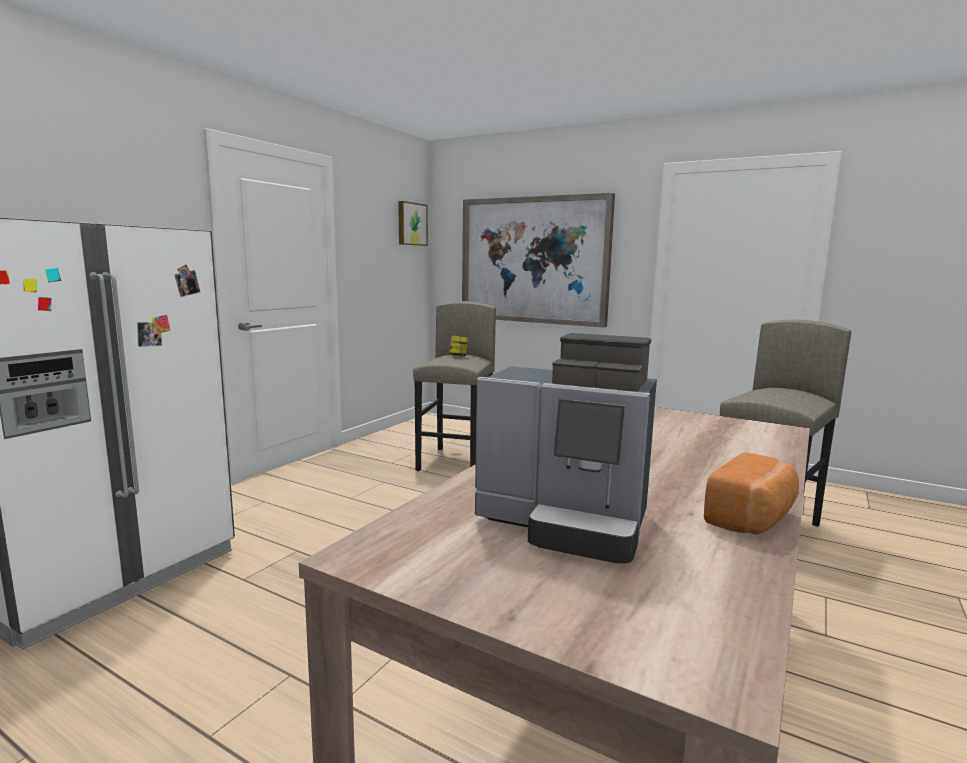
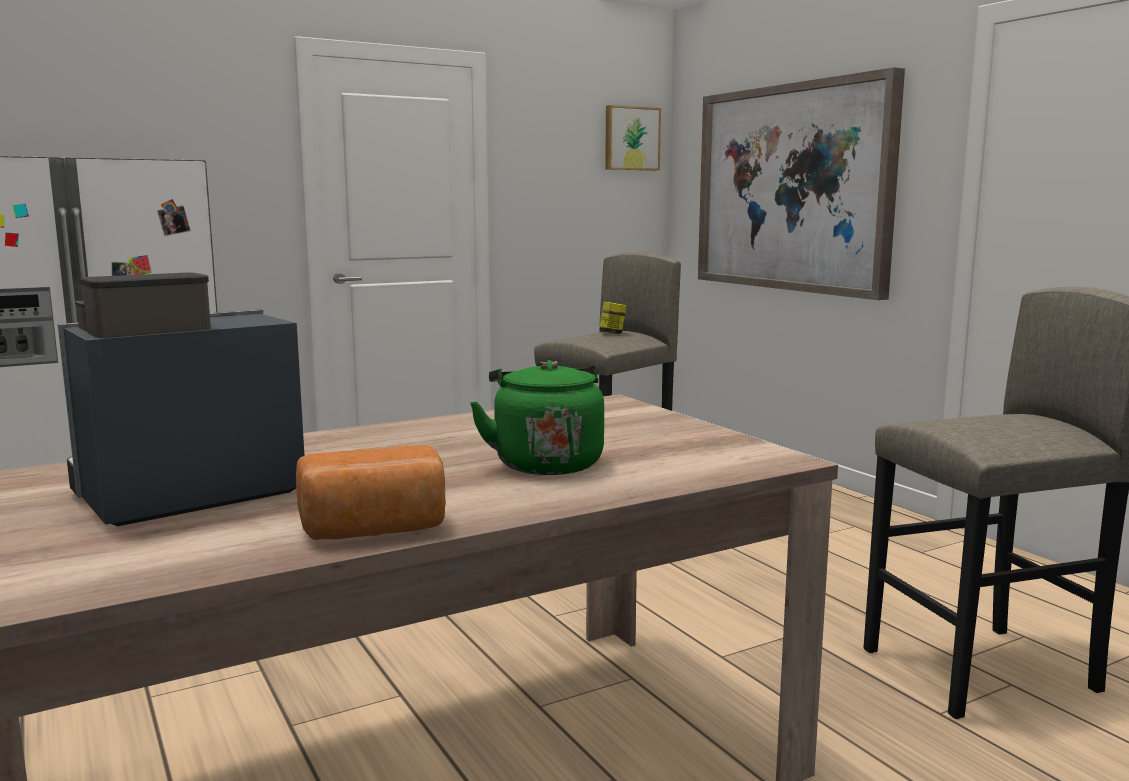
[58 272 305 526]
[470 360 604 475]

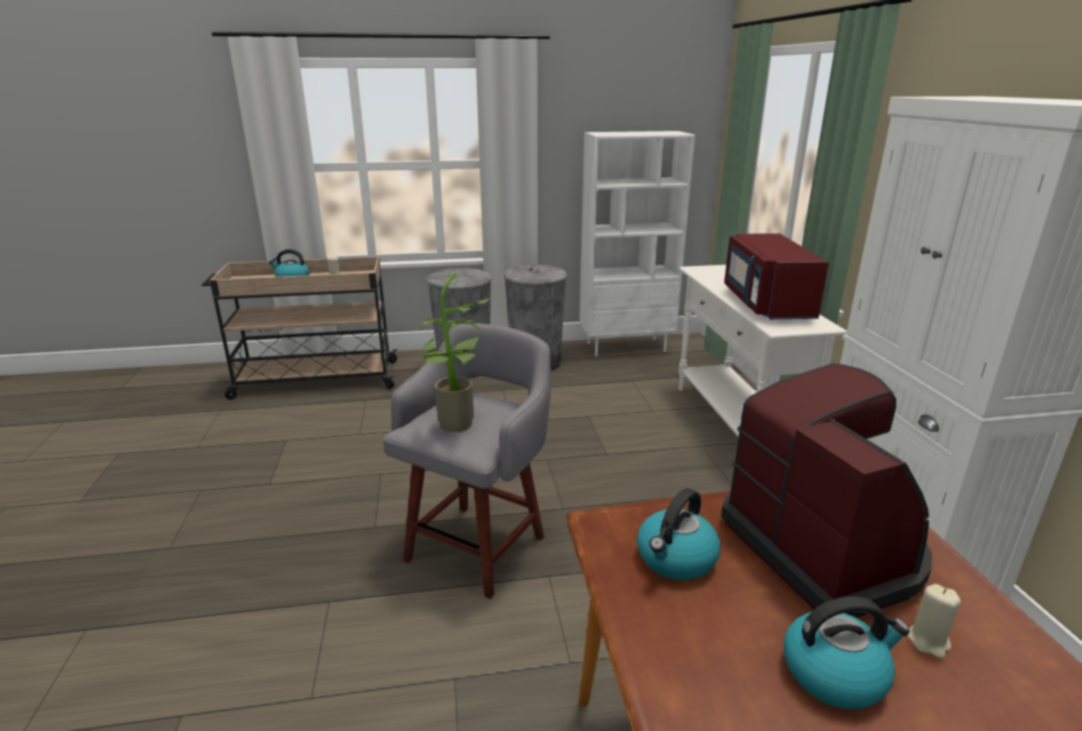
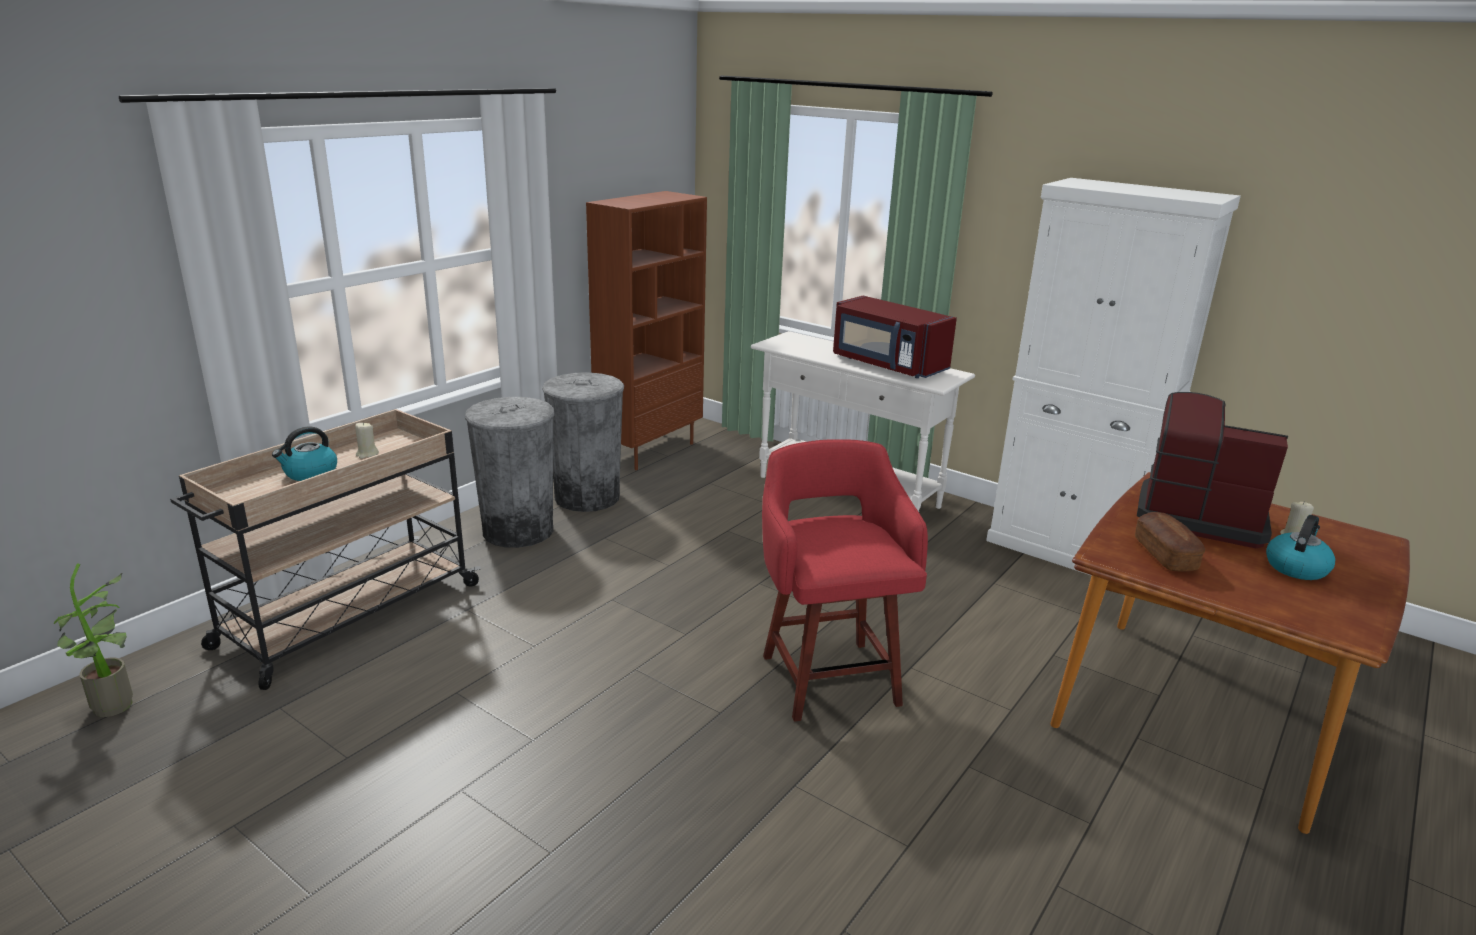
[586 191 707 470]
[54 563 133 717]
[762 439 928 722]
[1135 512 1205 571]

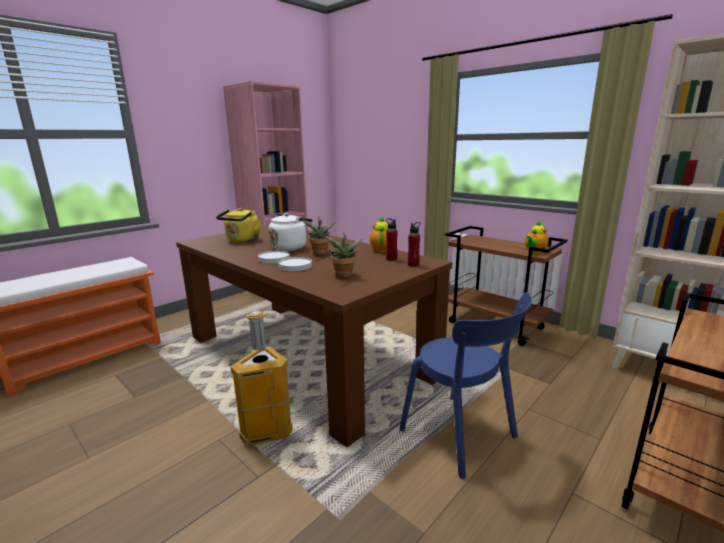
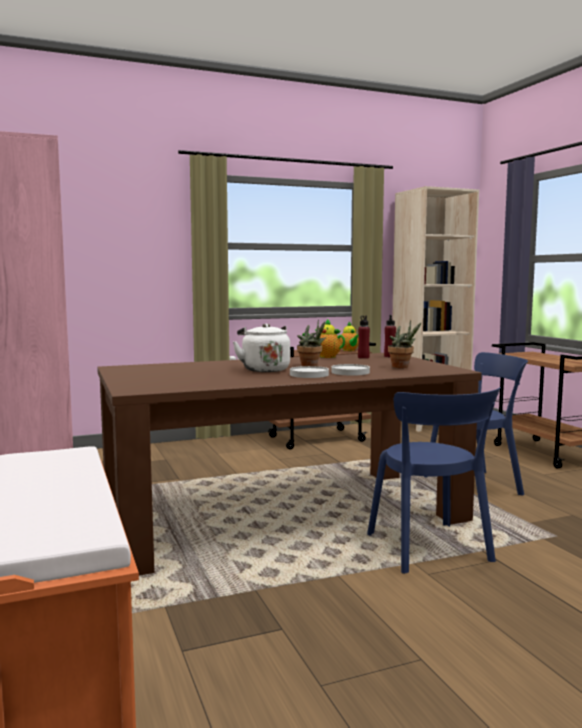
[216 208 262 243] (first image)
[367 387 501 574]

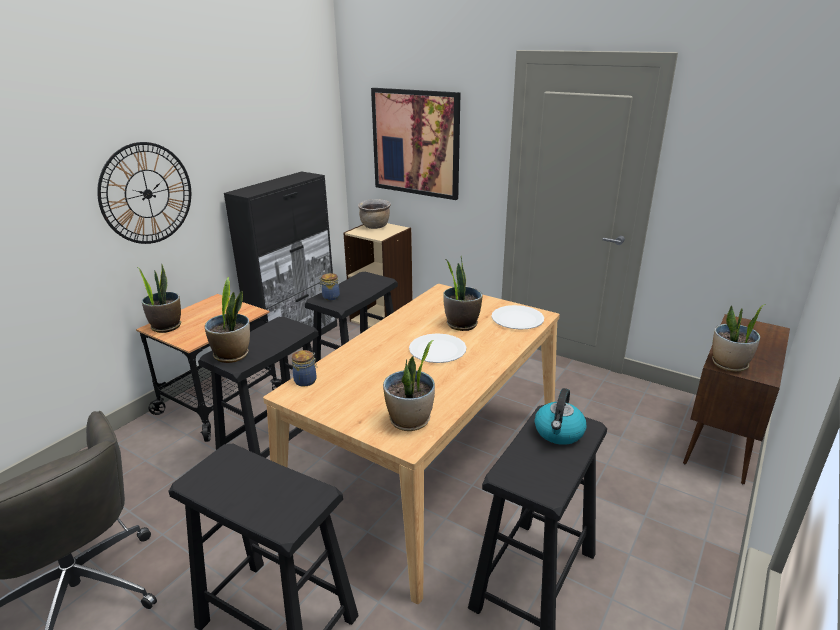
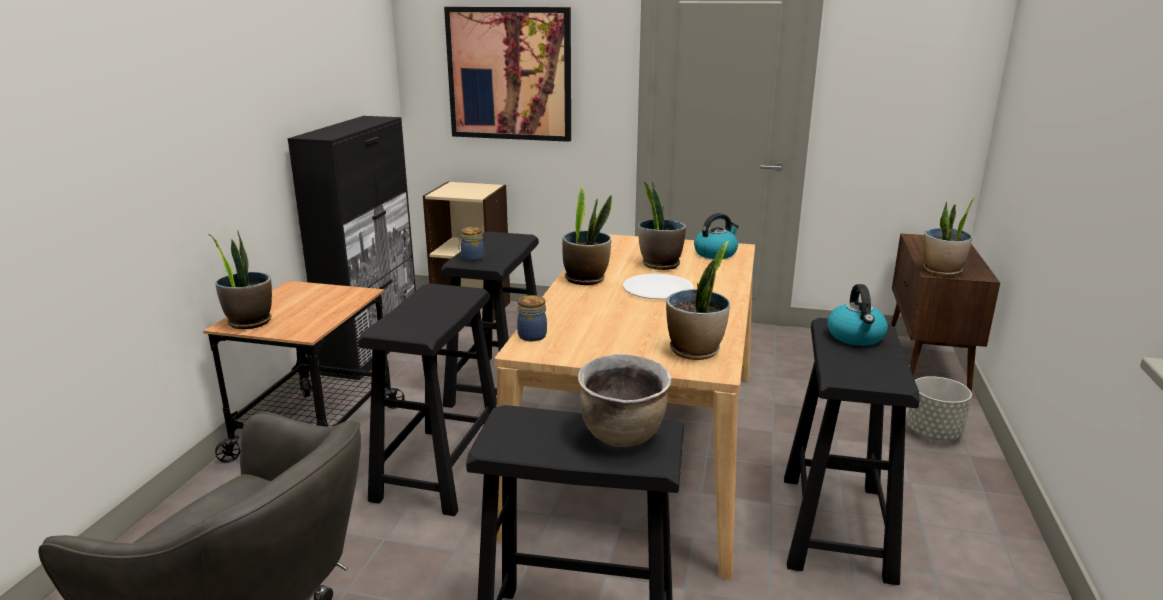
[97 142 191 244] (first image)
[578 354 671 447]
[562 185 612 285]
[694 213 739 259]
[906 376 972 441]

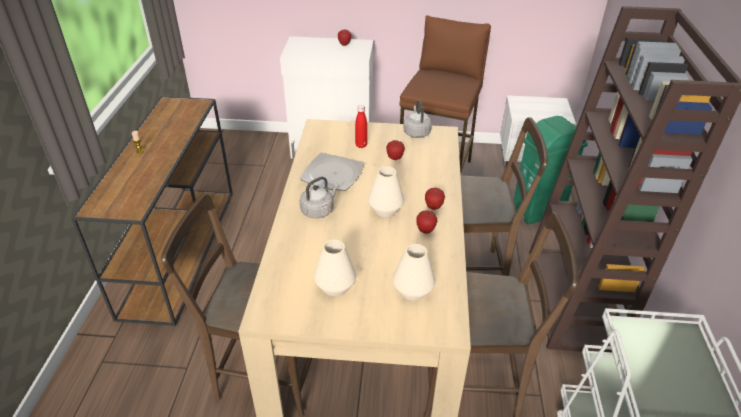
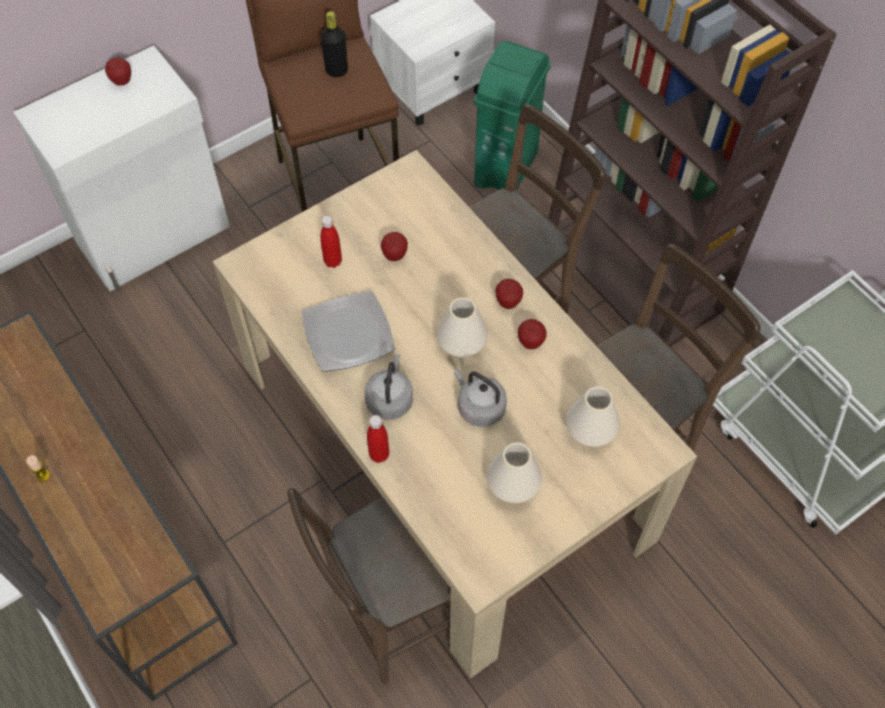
[454 369 507 427]
[321 11 348 77]
[367 415 389 463]

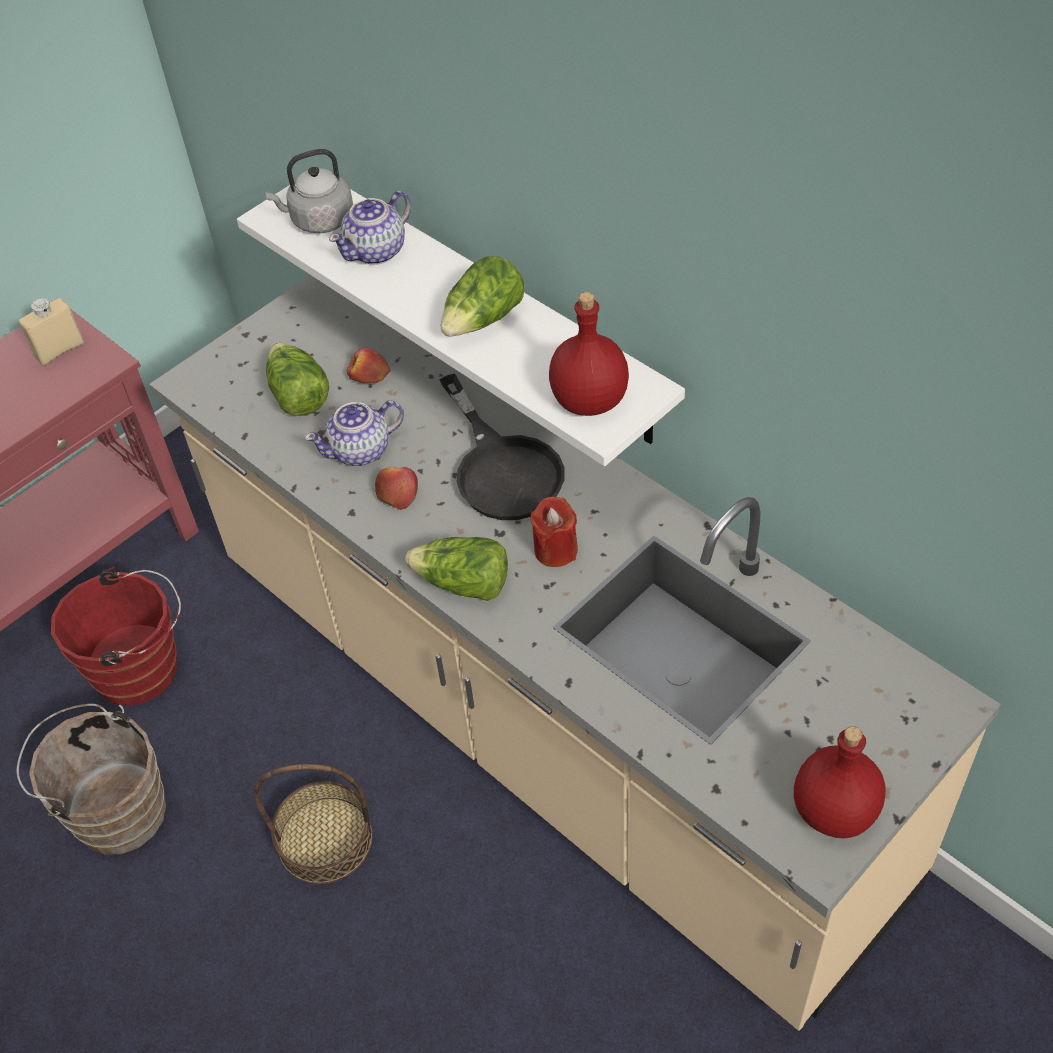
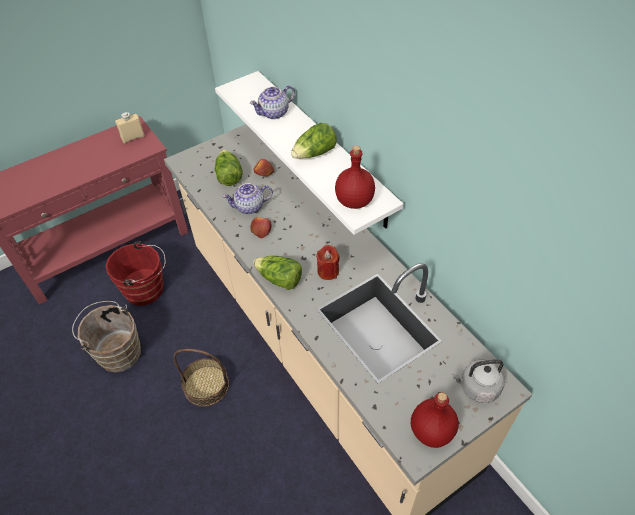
[452 359 505 403]
[439 374 565 520] (first image)

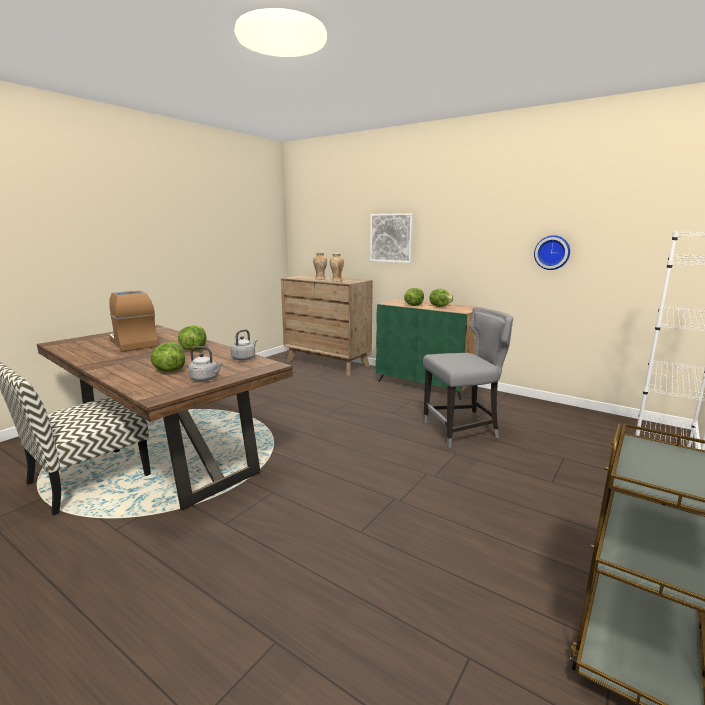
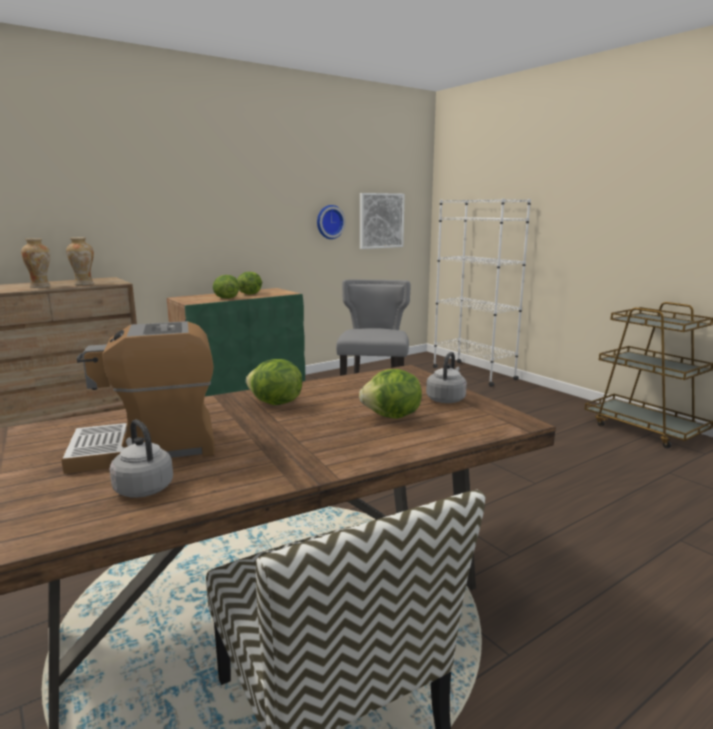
[360 193 404 249]
[109 419 173 498]

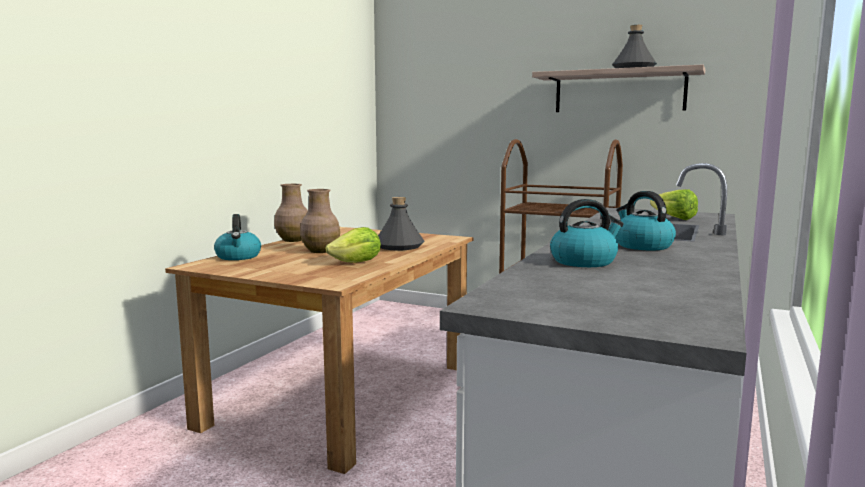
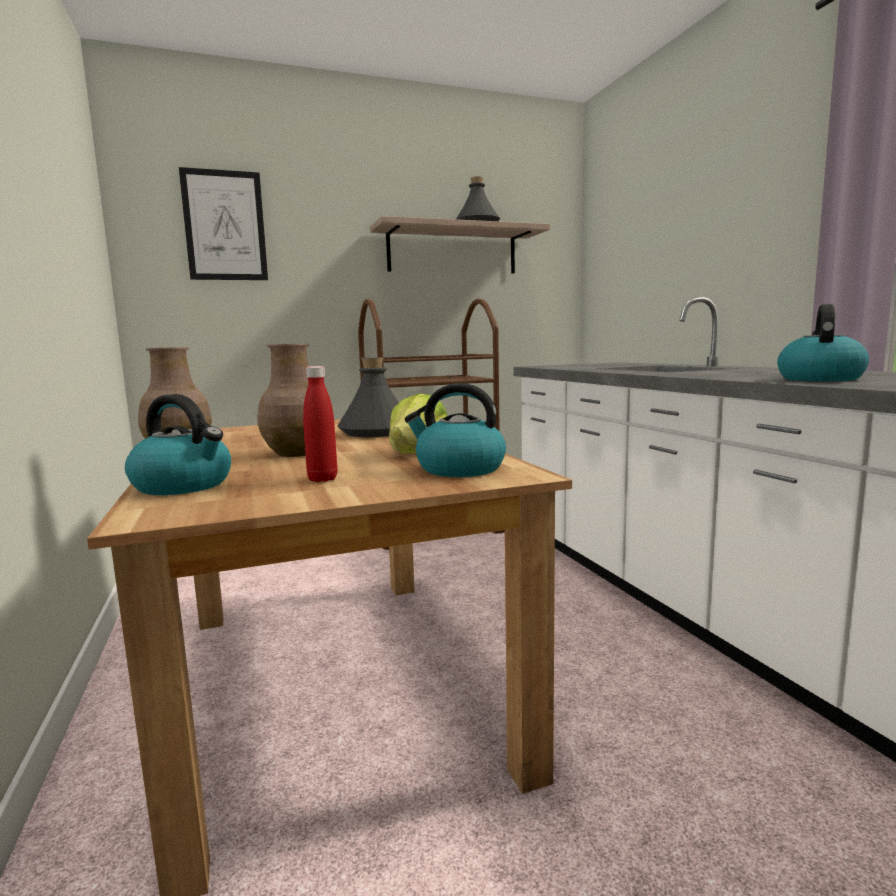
[650 189 698 220] (first image)
[405 383 506 477]
[179 167 268 280]
[303 366 337 482]

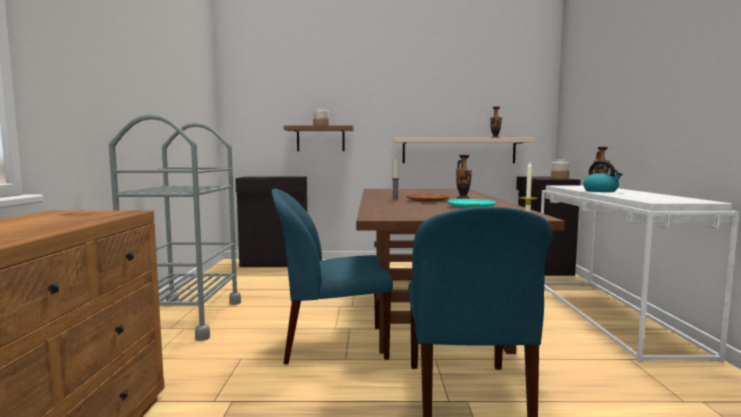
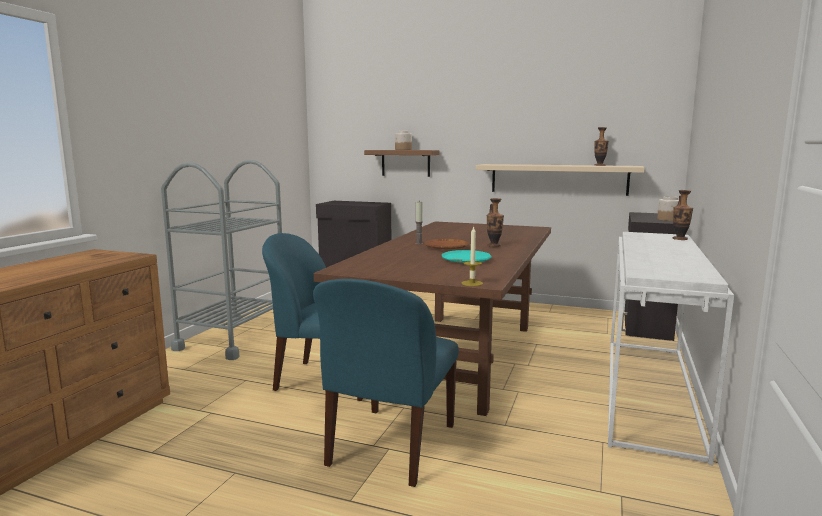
[583 161 622 192] (first image)

